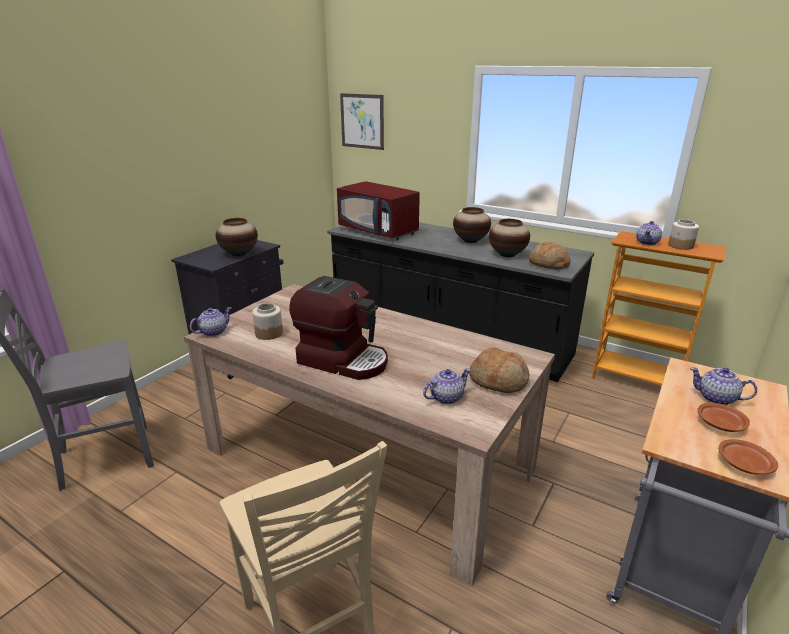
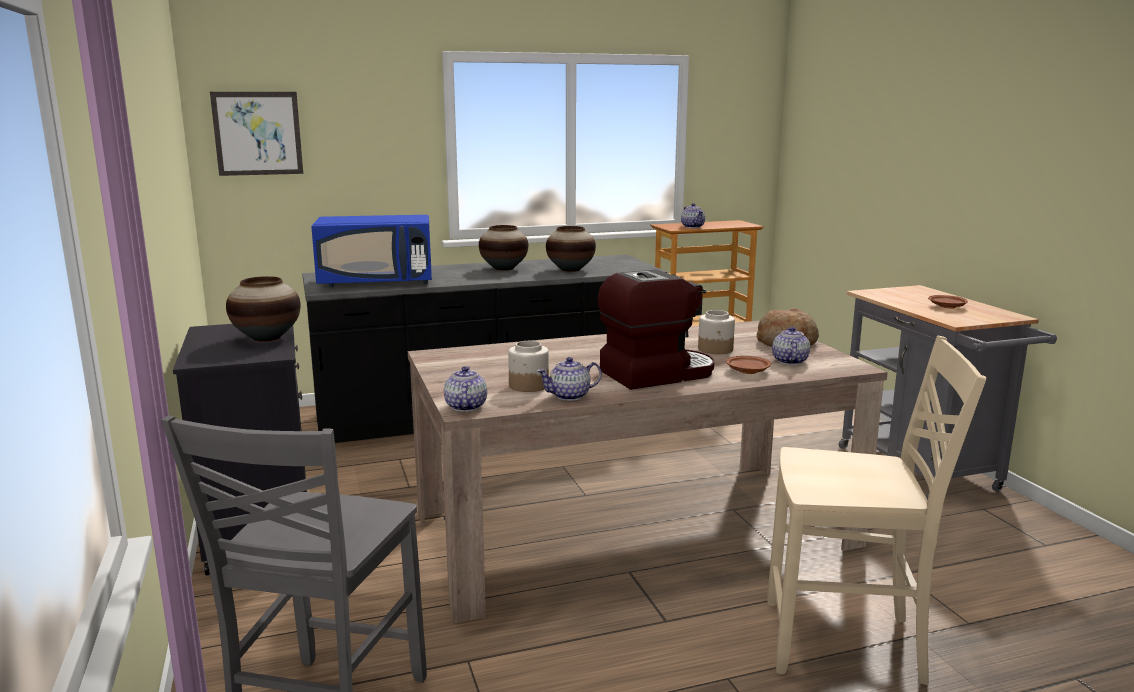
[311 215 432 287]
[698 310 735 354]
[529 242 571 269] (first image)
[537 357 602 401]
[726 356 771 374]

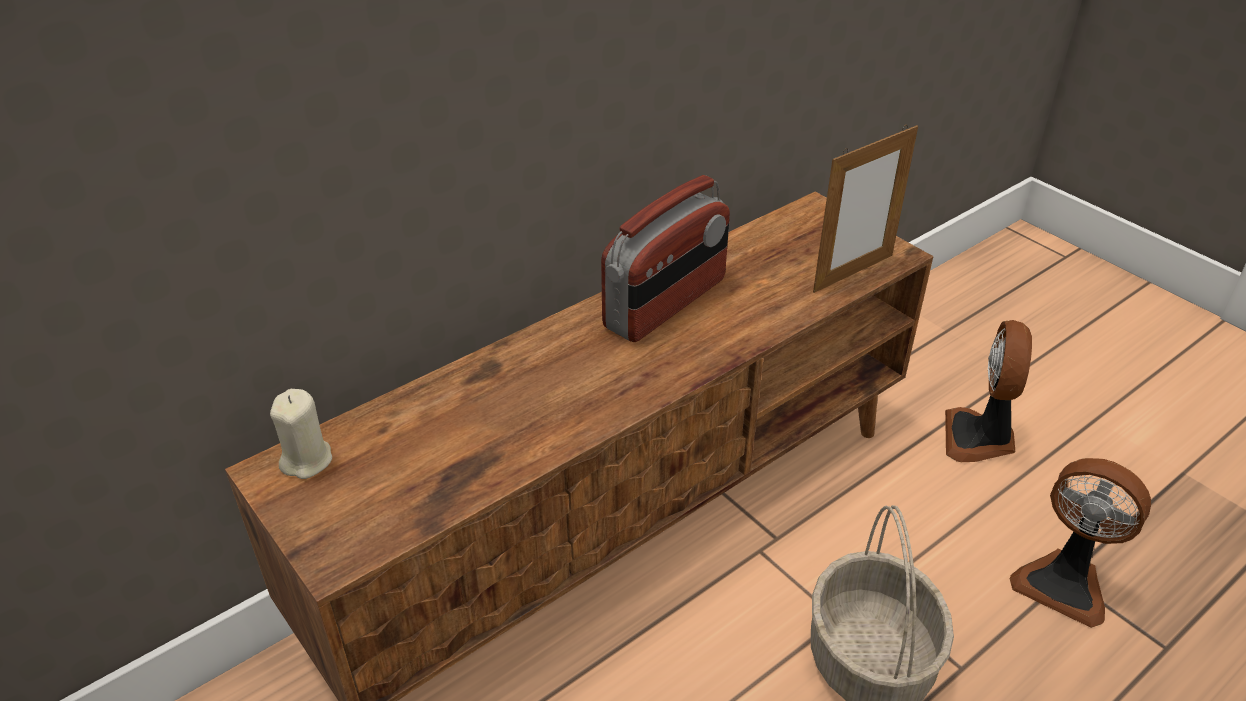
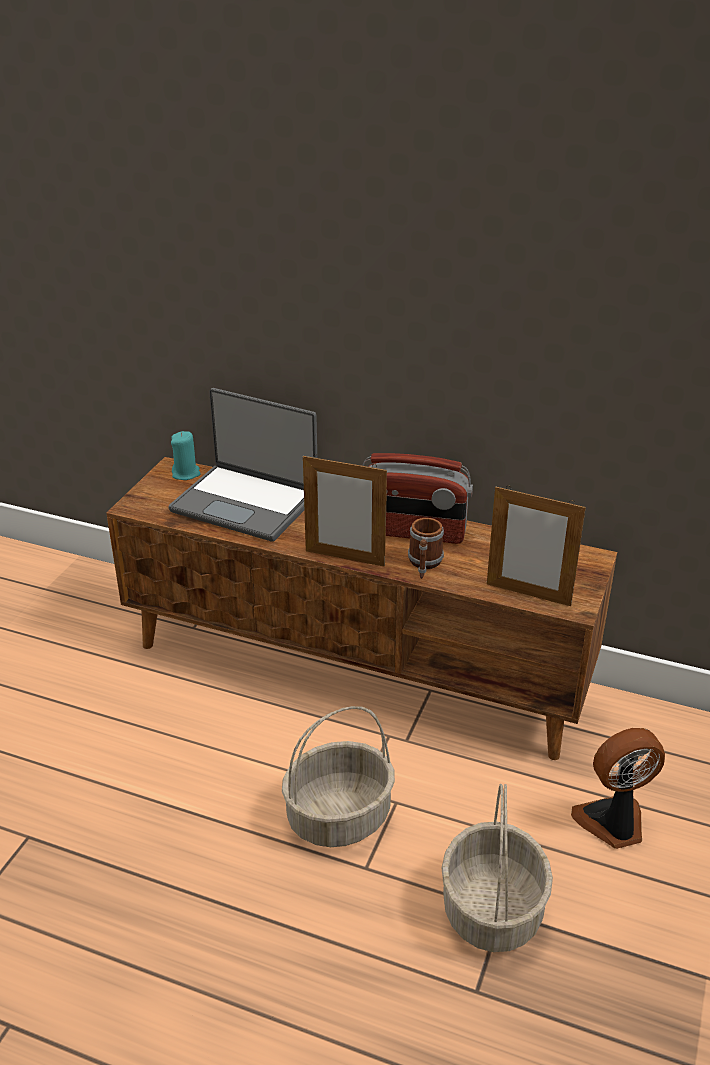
[171 431 201 480]
[442 784 553 952]
[169 388 317 542]
[303 454 387 567]
[408 518 444 579]

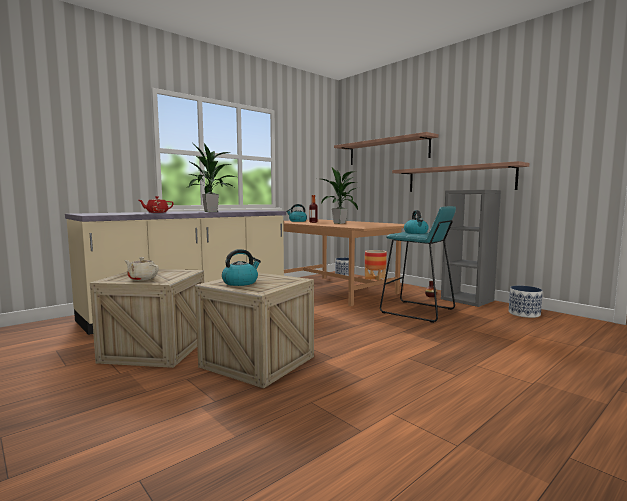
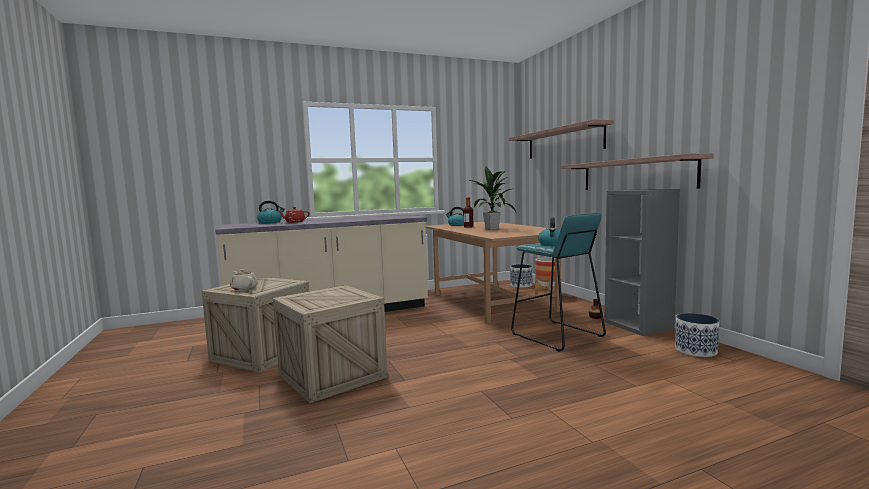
[188 143 236 212] (first image)
[257 201 285 223]

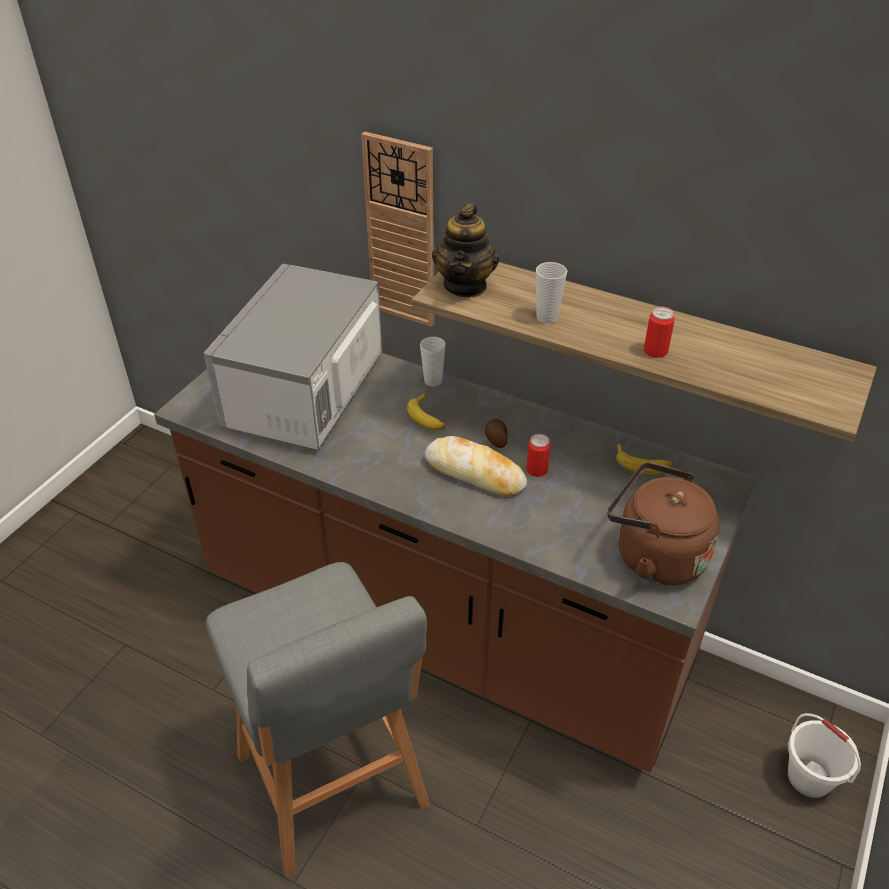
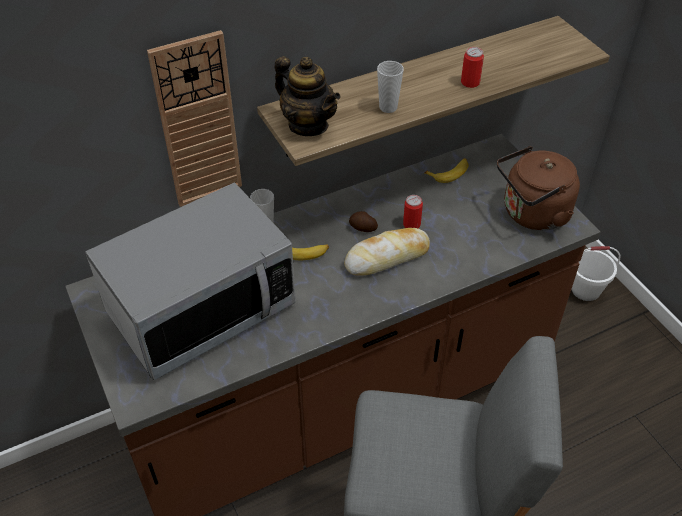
[85 183 296 380]

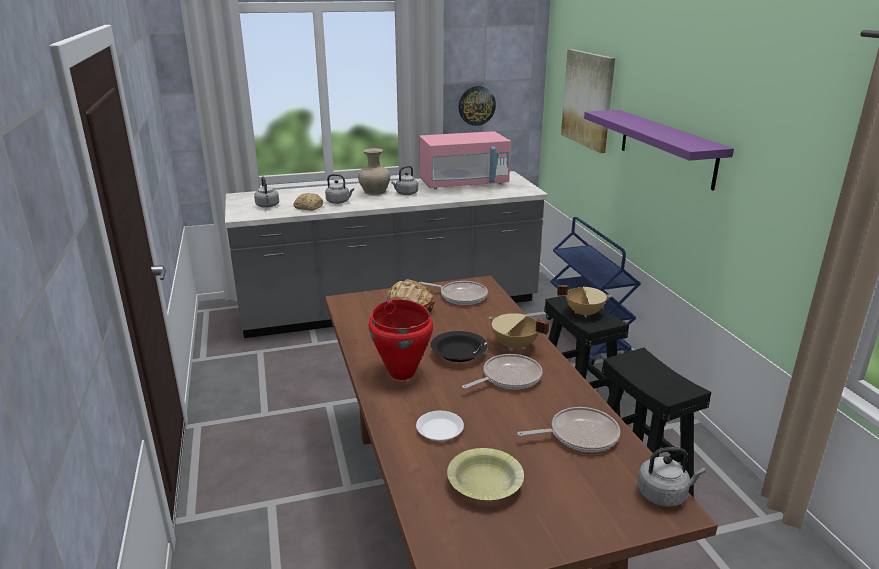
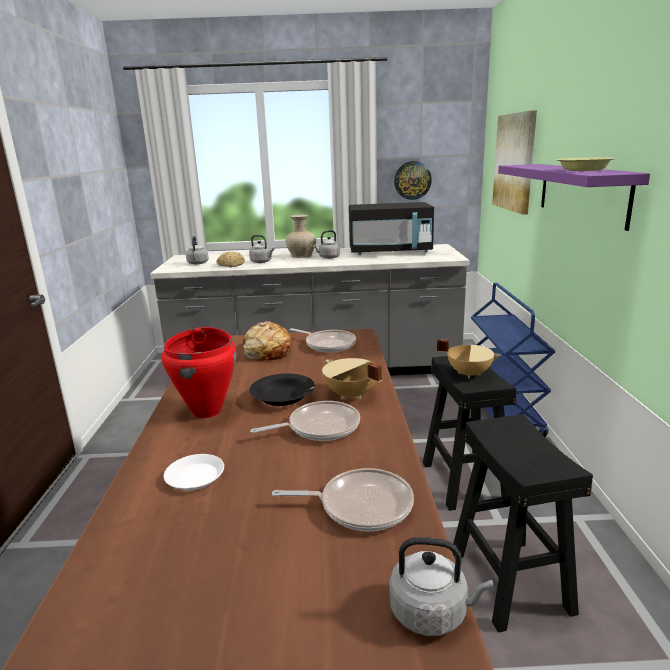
[349 202 434 255]
[554 158 617 171]

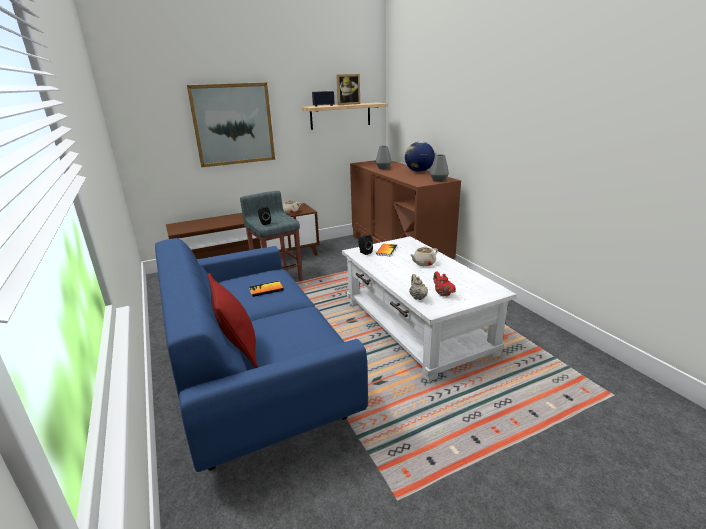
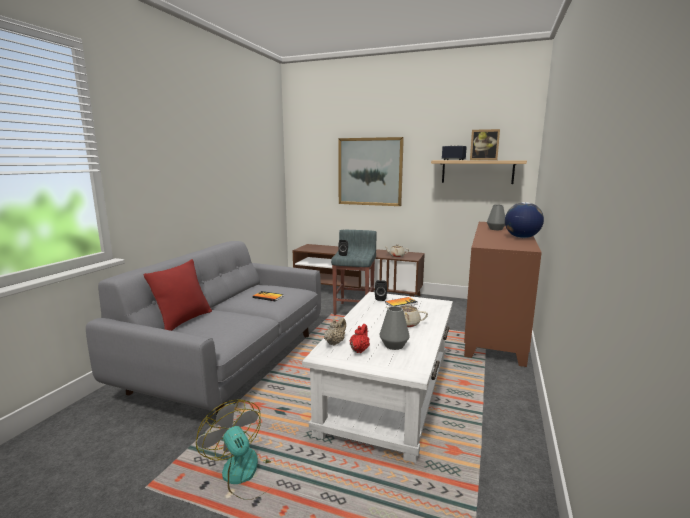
[380 306 410 350]
[86 241 321 415]
[196 399 272 500]

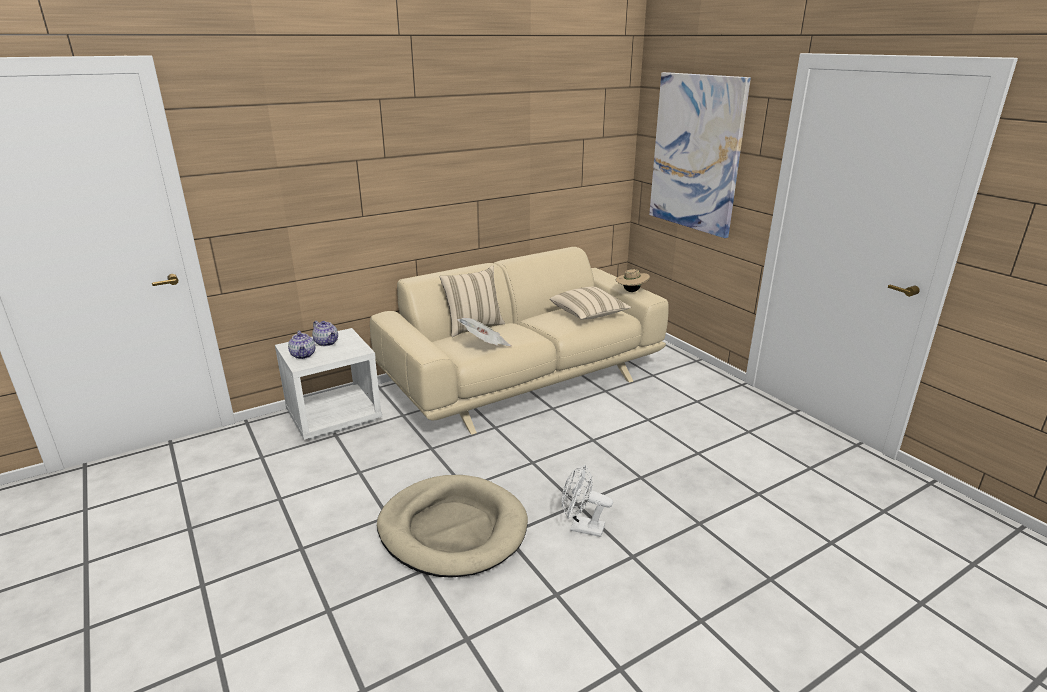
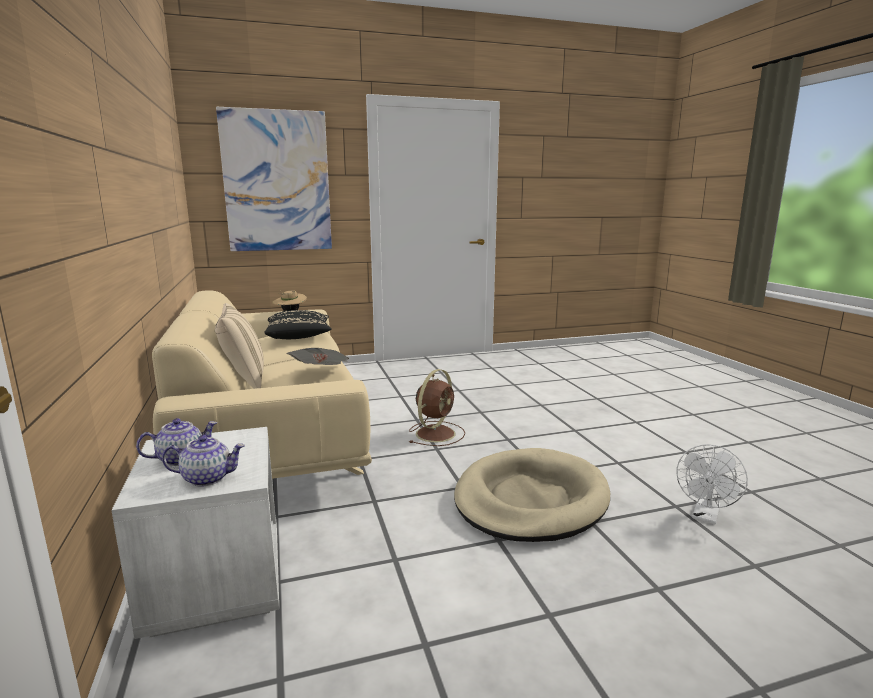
[264 310 332 339]
[677 444 748 525]
[409 369 465 446]

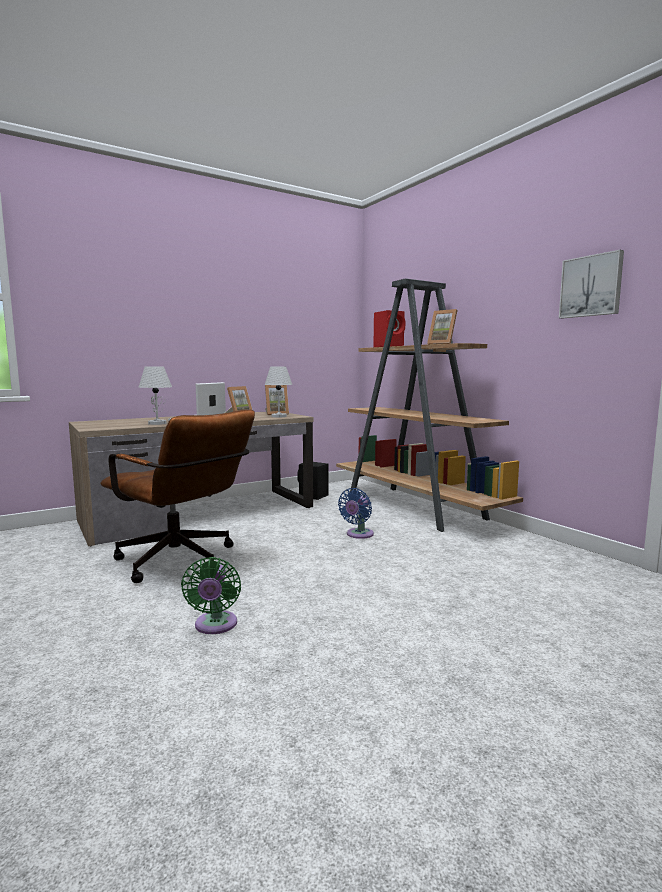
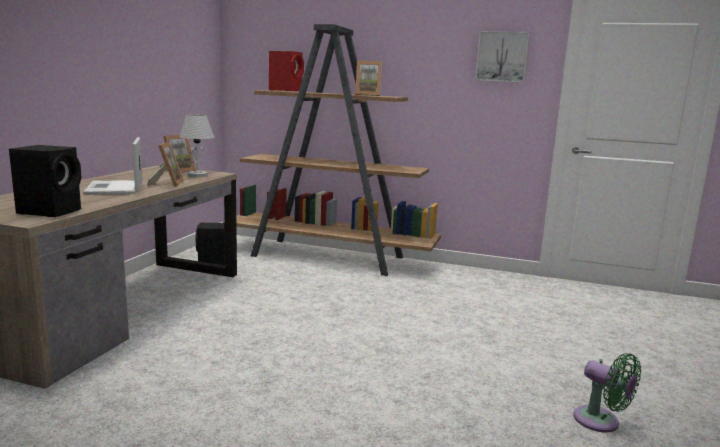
[139 367 172 425] (first image)
[100 409 255 583] (first image)
[338 488 374 539] (first image)
[573 353 641 432]
[9 145 81 217]

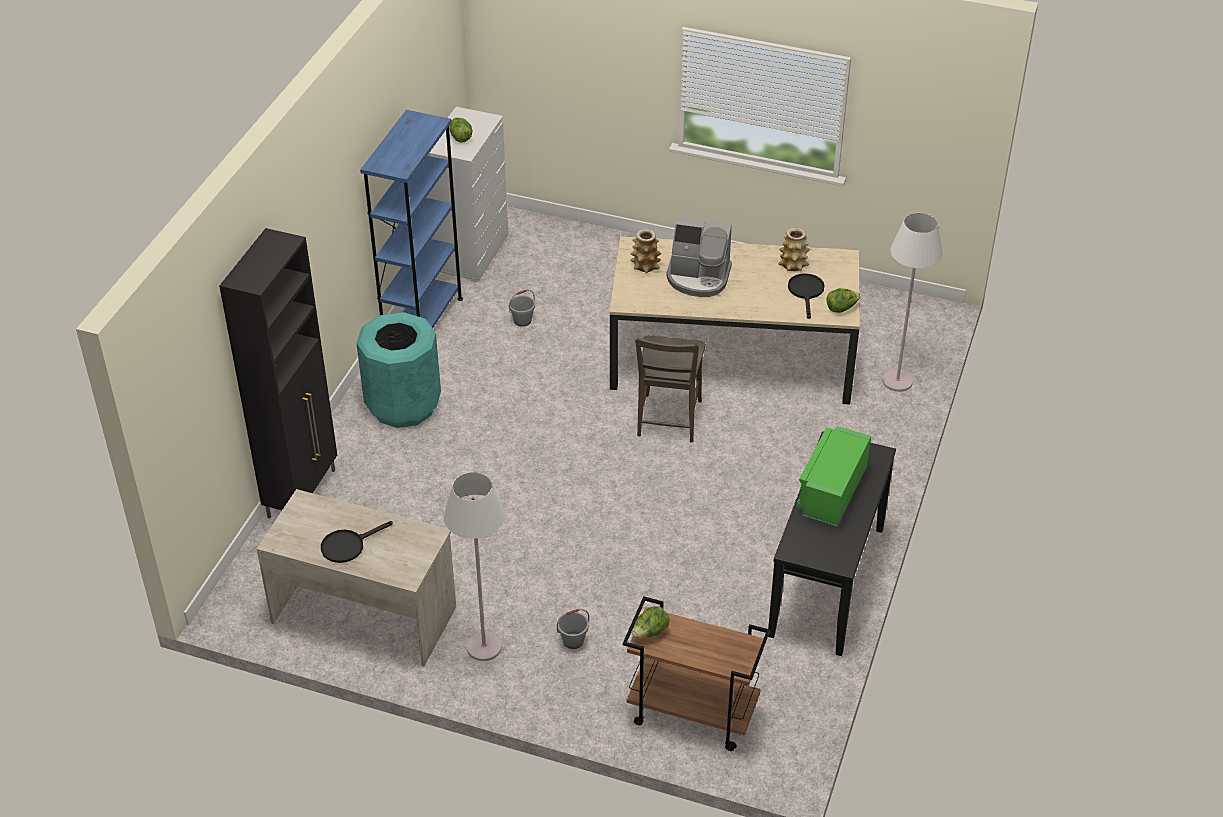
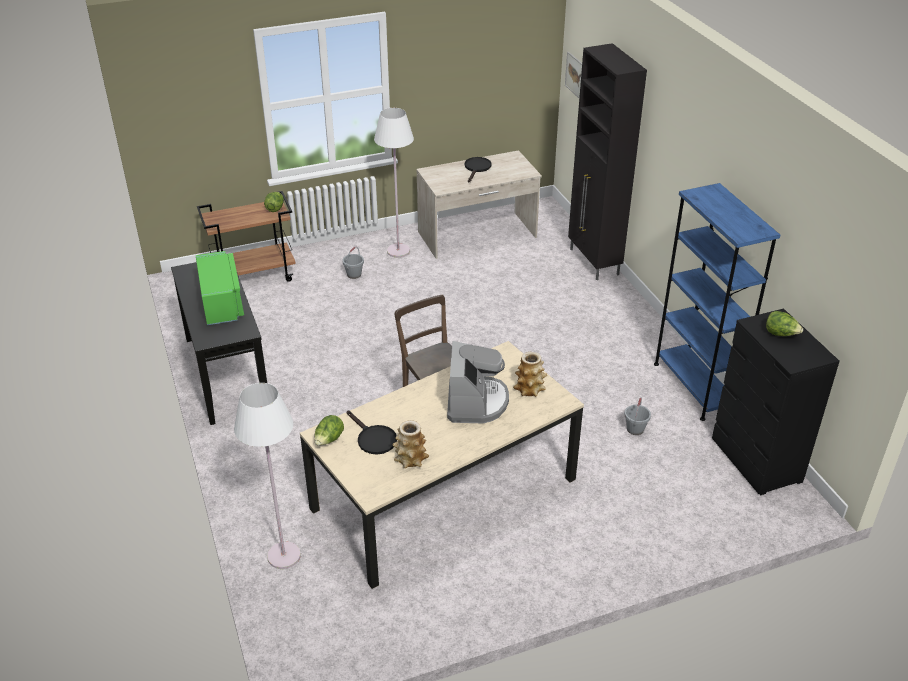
[712 308 840 495]
[447 341 509 423]
[356 312 441 428] (first image)
[565 52 582 98]

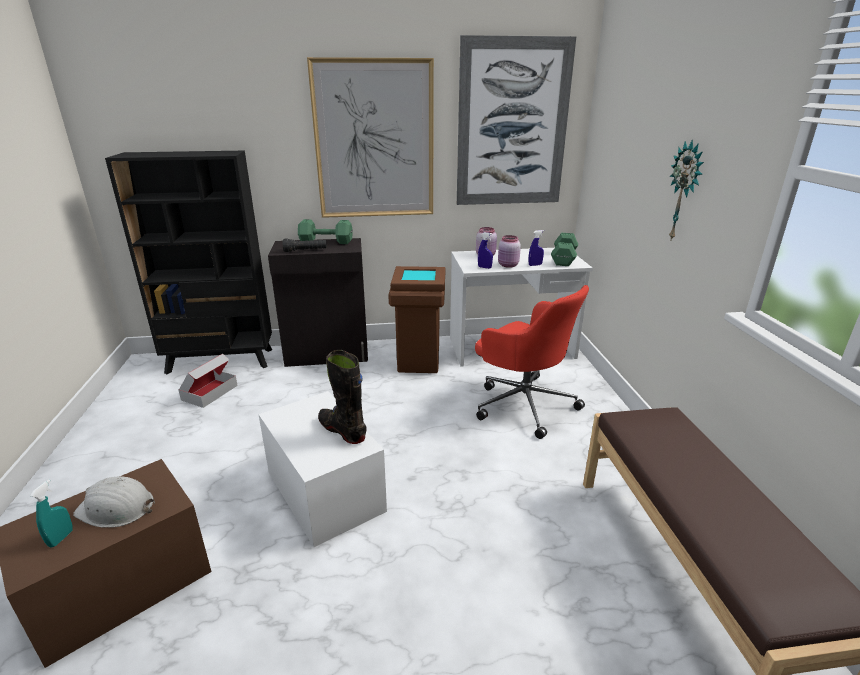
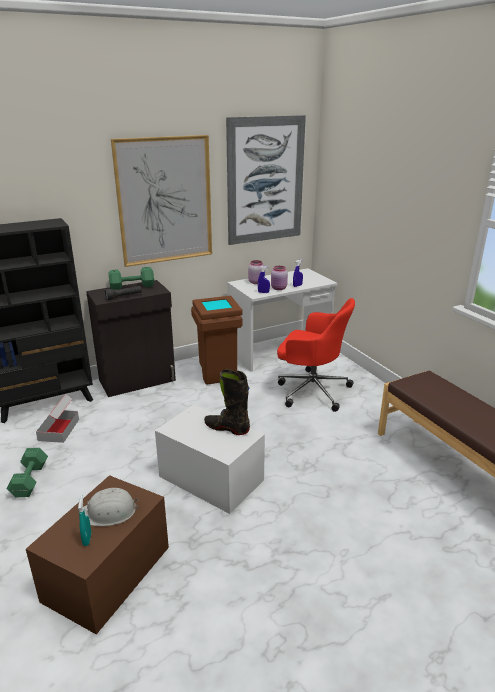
[669 140 704 240] (first image)
[6 448 48 497]

